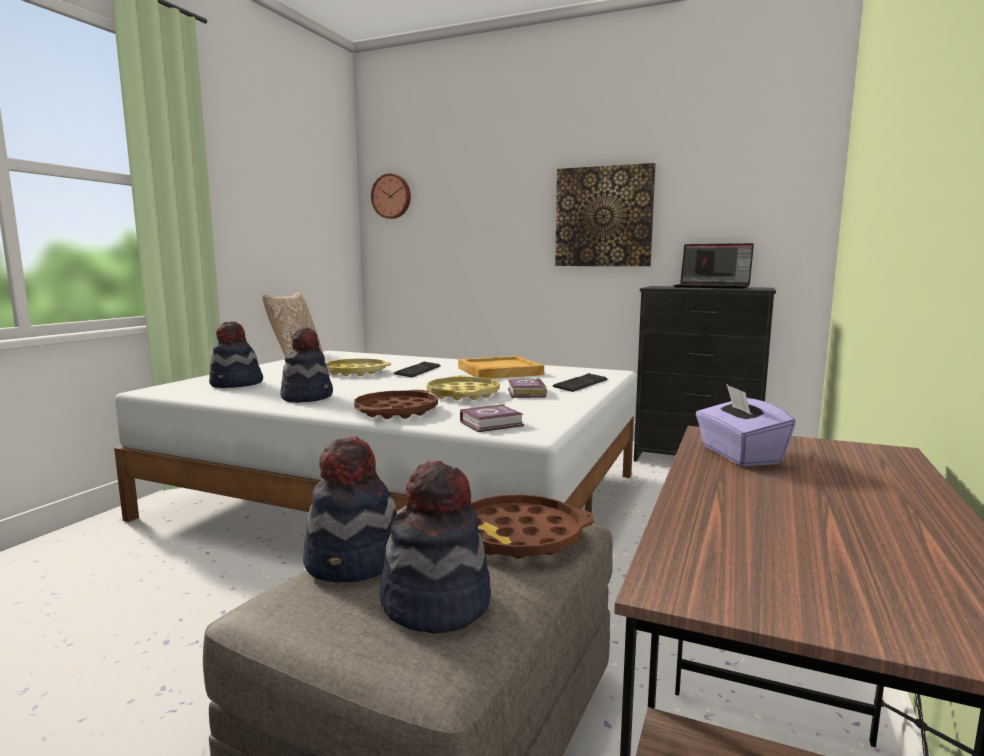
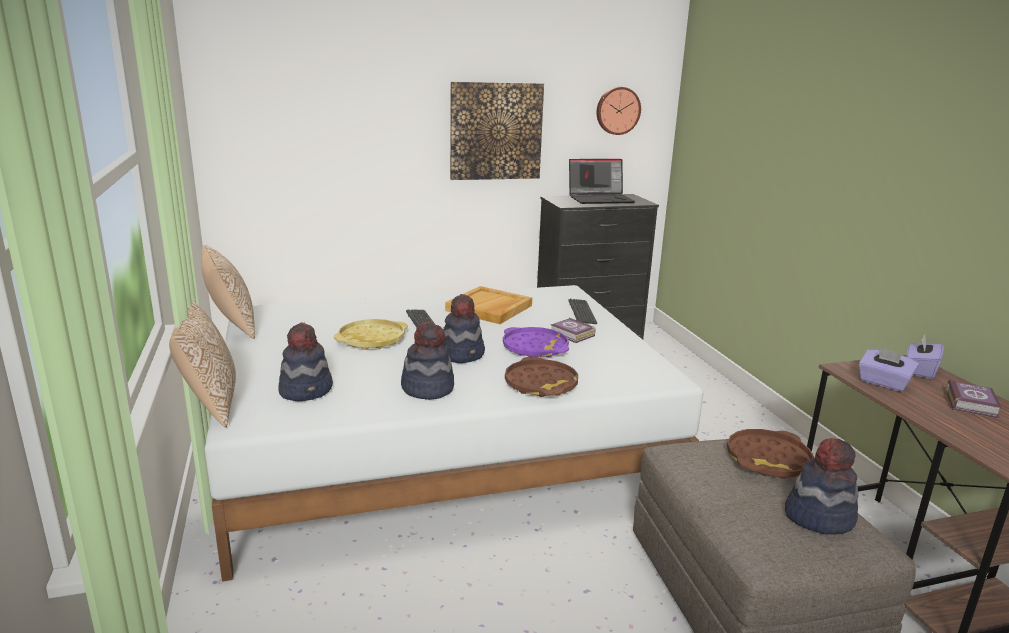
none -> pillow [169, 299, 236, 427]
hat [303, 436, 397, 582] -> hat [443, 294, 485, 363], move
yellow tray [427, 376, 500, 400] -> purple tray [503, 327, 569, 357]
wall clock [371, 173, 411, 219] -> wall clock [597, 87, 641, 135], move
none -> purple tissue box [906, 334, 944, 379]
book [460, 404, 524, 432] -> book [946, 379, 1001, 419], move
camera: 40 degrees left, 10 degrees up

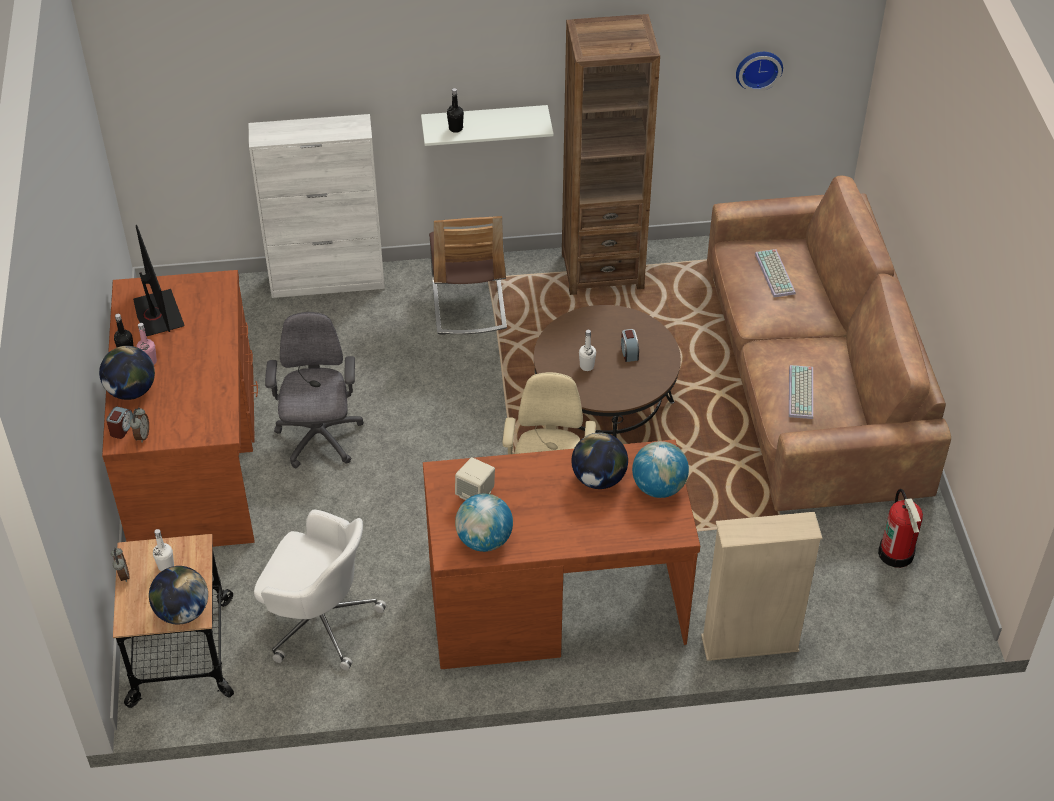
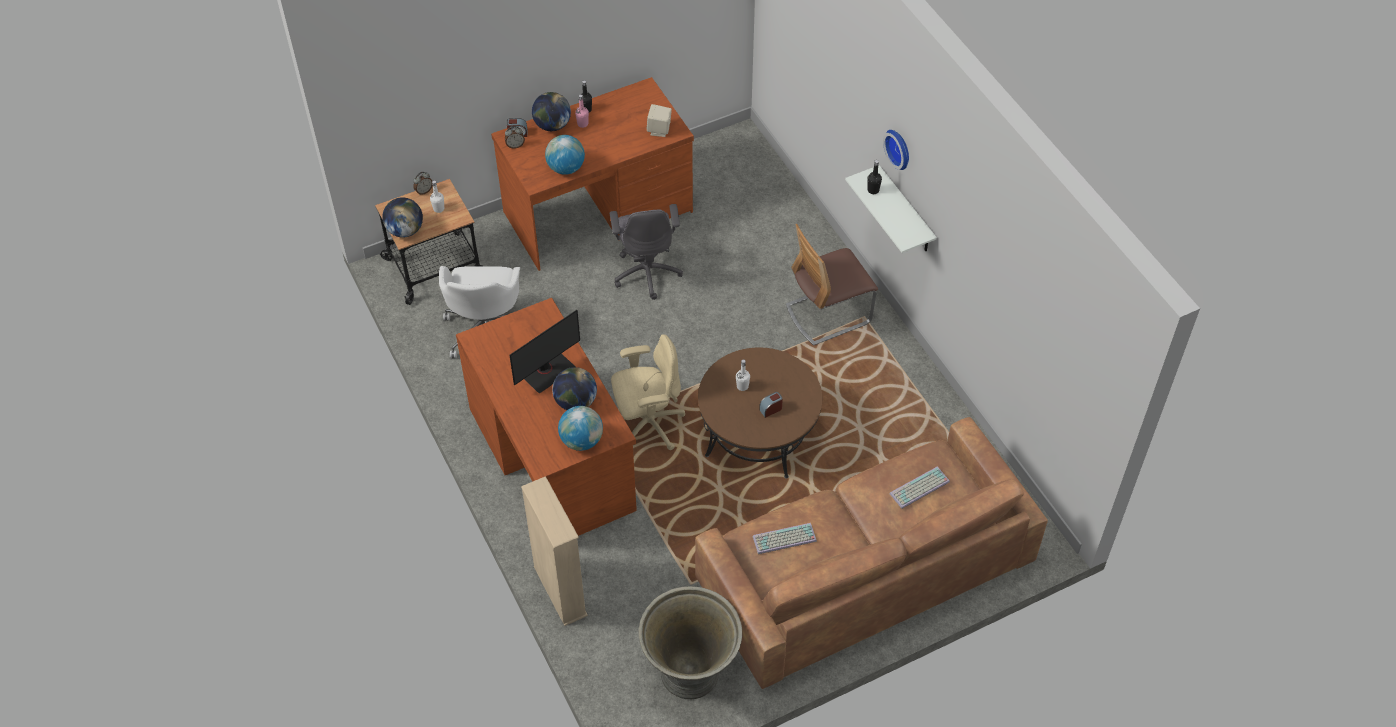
monitor [133, 225, 185, 336] -> monitor [509, 310, 580, 393], move
globe [455, 493, 513, 552] -> globe [545, 135, 585, 175], move
grey office chair [265, 312, 364, 468] -> grey office chair [610, 204, 683, 300], 105 degrees clockwise
fire extinguisher [878, 489, 923, 568] -> grey planter [639, 586, 742, 699]
beige speaker [455, 457, 495, 500] -> beige speaker [647, 104, 672, 137], move
wall clock [736, 52, 783, 92] -> wall clock [883, 130, 909, 170], move
white cabinet [249, 114, 385, 298] -> none
brown bookcase [562, 14, 660, 295] -> none
camera: 70 degrees right, 5 degrees up

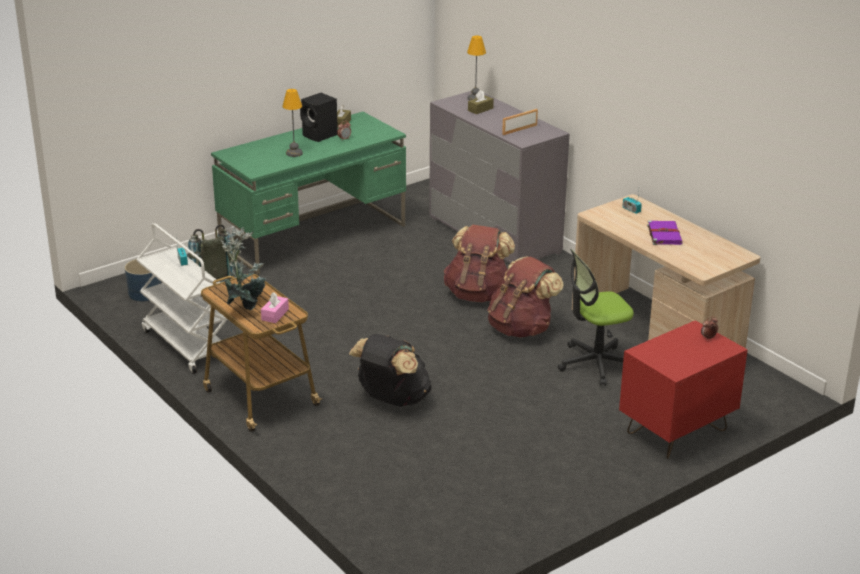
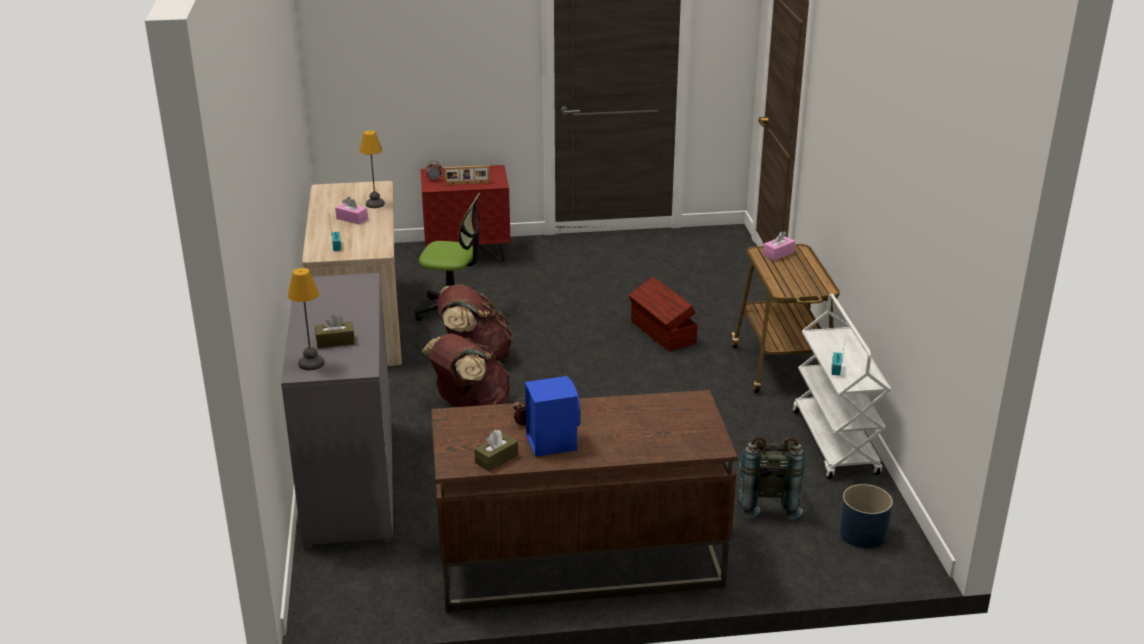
purple book [647, 220, 683, 245] -> pink tissue box [335, 197, 368, 225]
table lamp [282, 89, 303, 157] -> table lamp [360, 130, 385, 208], move
green desk [211, 112, 406, 275] -> brown desk [431, 390, 738, 613]
picture frame [502, 109, 538, 135] -> picture frame [444, 165, 490, 185], move
black speaker [300, 93, 338, 142] -> blue speaker [525, 376, 581, 457]
black backpack [349, 334, 432, 407] -> brown storage box [628, 276, 698, 351]
potted plant [220, 227, 266, 310] -> none
camera: 150 degrees left, 0 degrees up

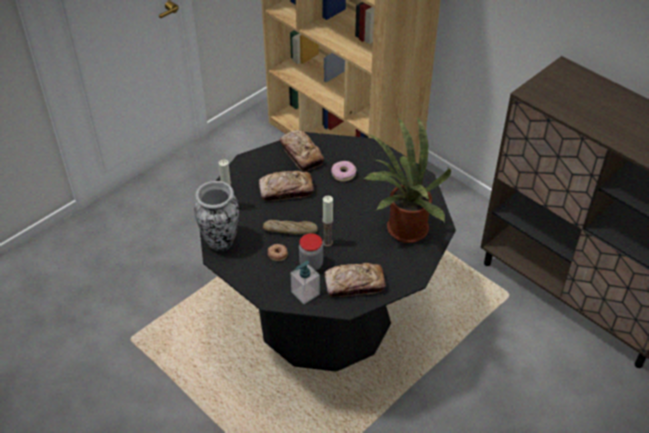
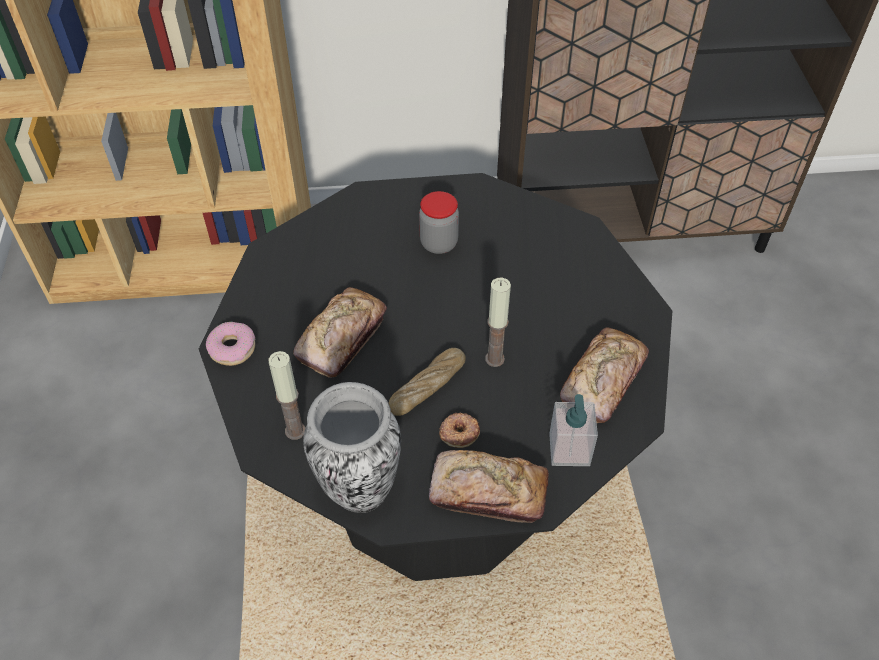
donut [331, 161, 357, 182] -> donut [206, 322, 255, 366], move
jar [299, 233, 323, 271] -> jar [419, 191, 459, 254], move
bread [279, 130, 324, 171] -> bread [429, 450, 549, 523], move
potted plant [364, 115, 451, 243] -> none
camera: 50 degrees left, 5 degrees up

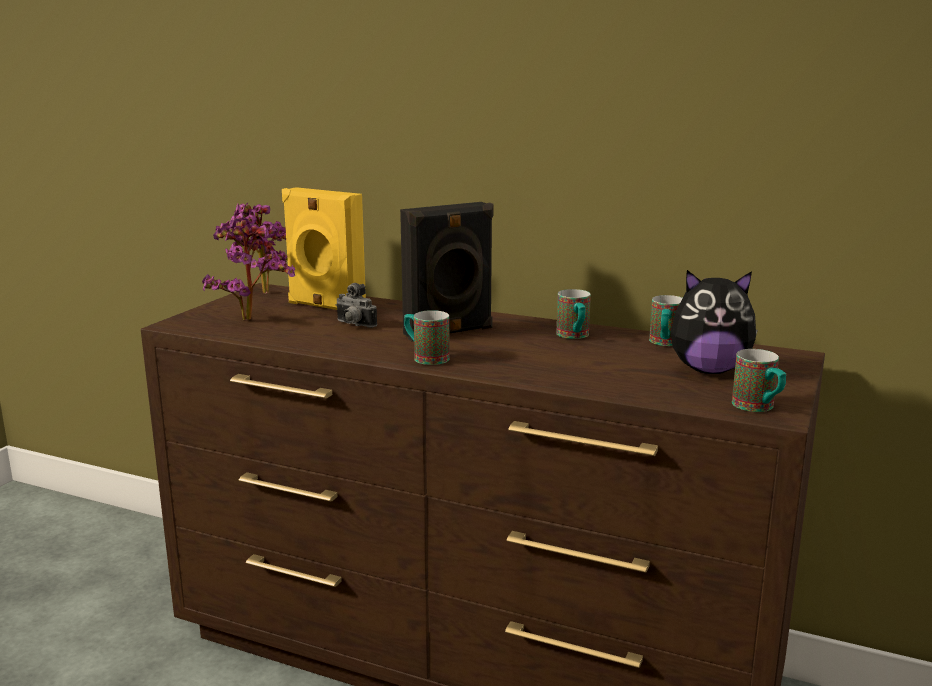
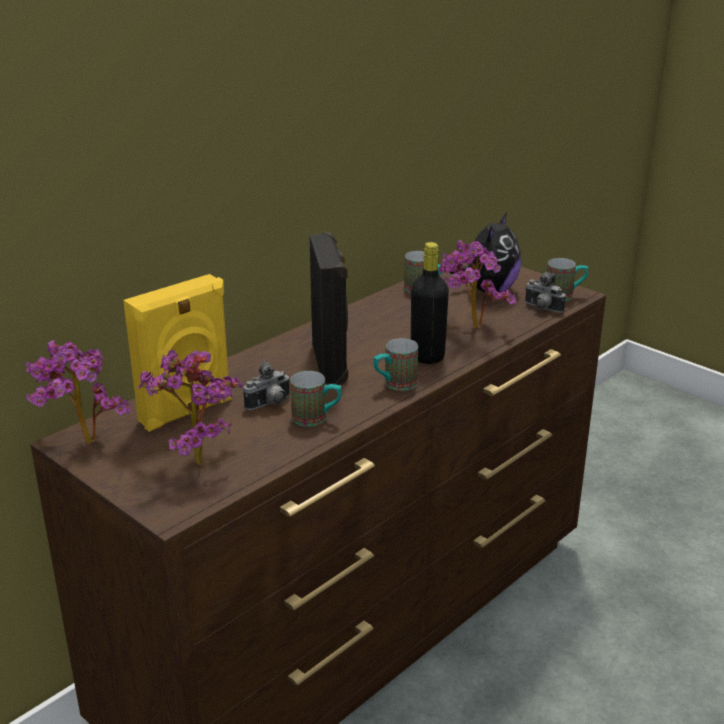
mug [556, 289, 591, 339] -> mug [290, 371, 342, 427], move
none -> black bottle [411, 242, 449, 364]
none -> potted plant [438, 240, 517, 329]
none -> photo camera [525, 272, 566, 313]
camera: 70 degrees left, 10 degrees up

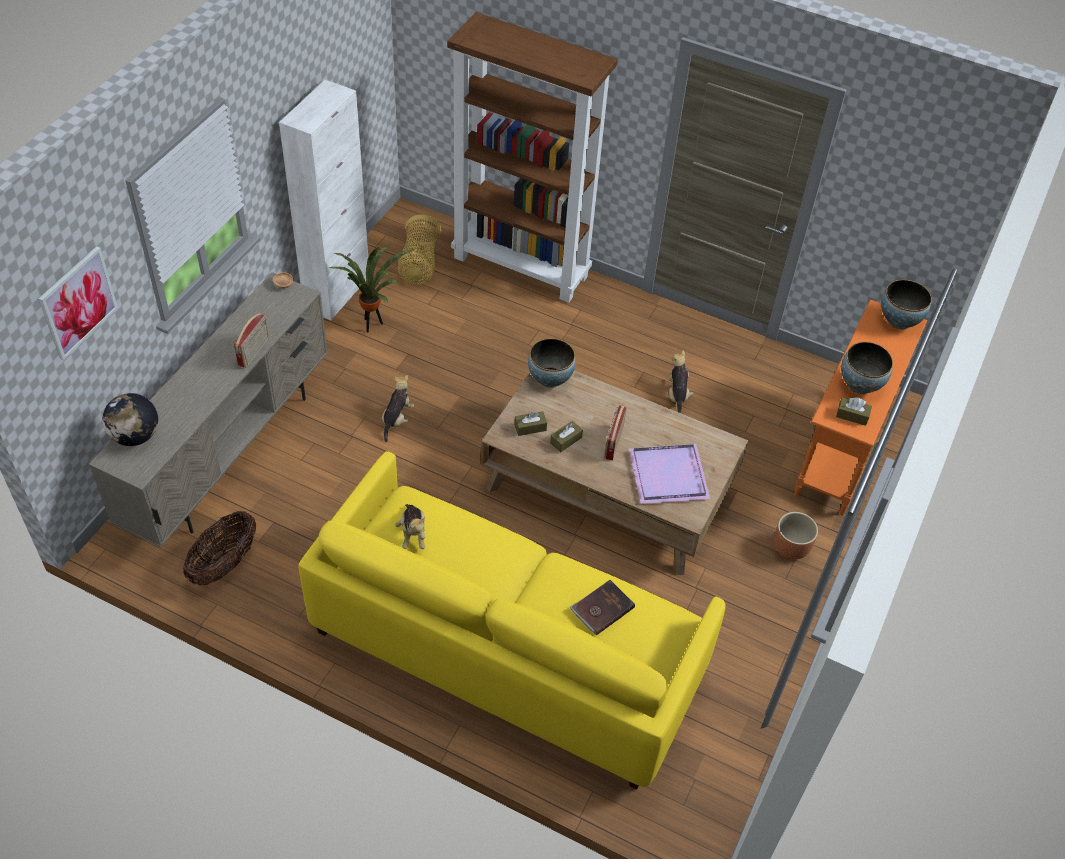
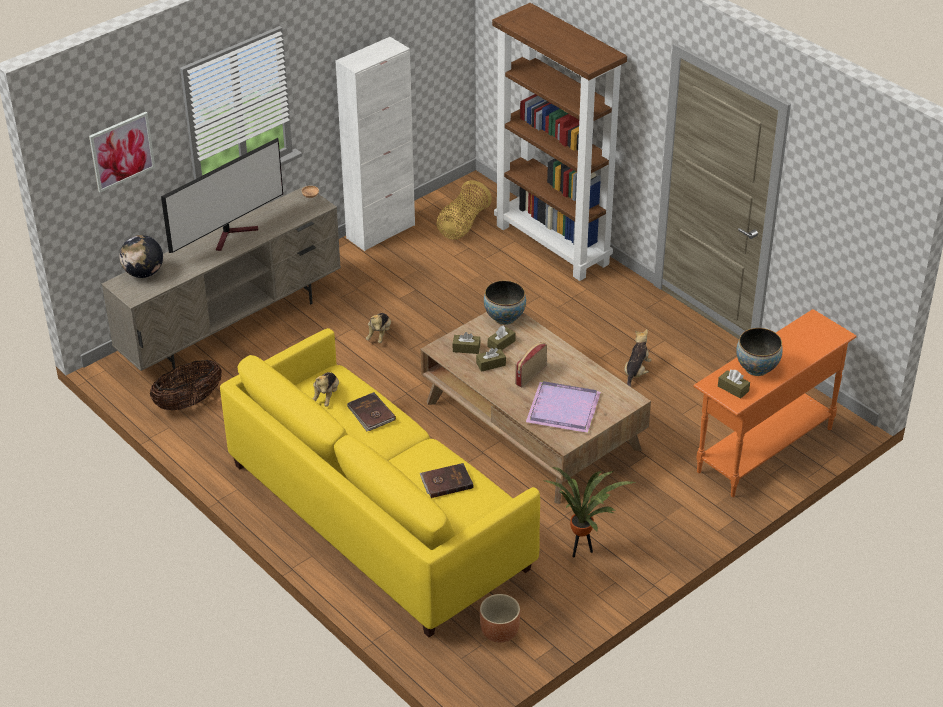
none -> television [161, 138, 283, 253]
none -> brown book [347, 392, 396, 431]
plush toy [382, 375, 414, 442] -> plush toy [366, 313, 391, 343], 150 degrees clockwise
brown planter [774, 512, 818, 560] -> brown planter [480, 594, 520, 642], move
none -> brown tissue box [488, 325, 515, 350]
potted plant [329, 244, 415, 332] -> potted plant [542, 467, 635, 557], move
radio [234, 313, 270, 368] -> none
bowl [881, 280, 932, 329] -> none
camera: 25 degrees right, 10 degrees down

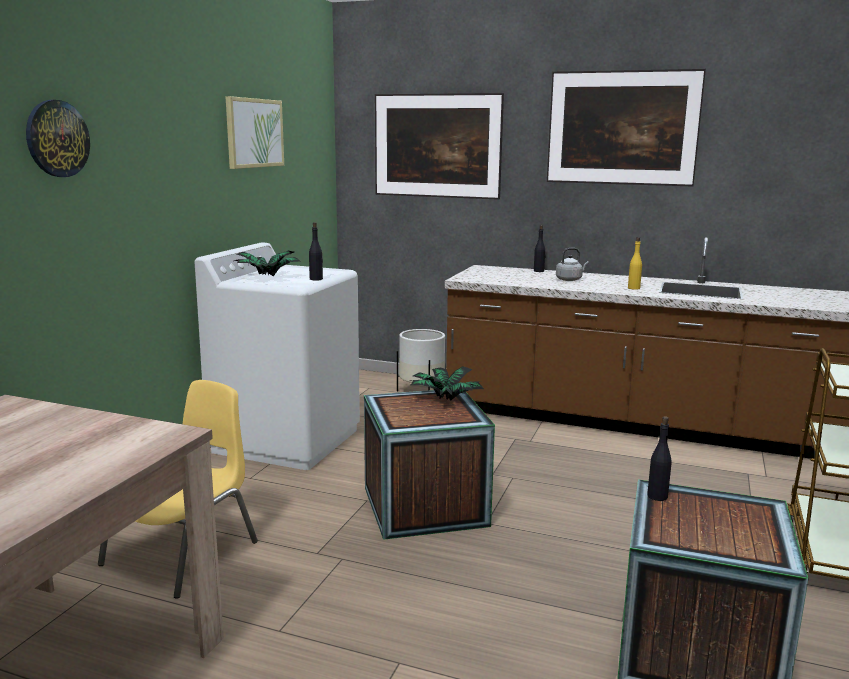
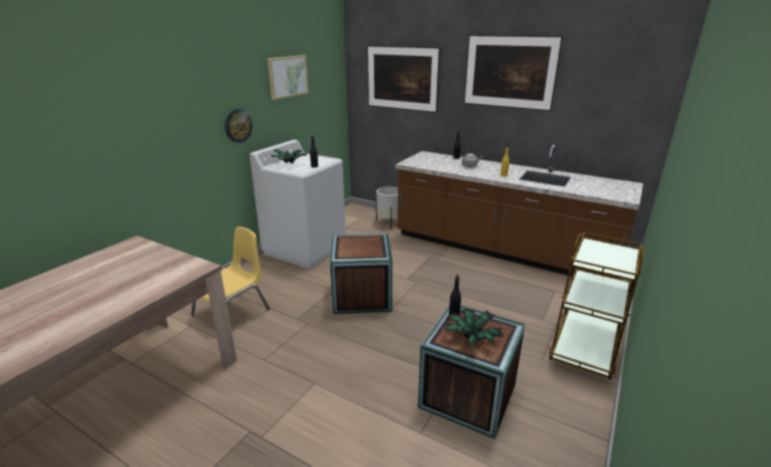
wall clock [26, 100, 90, 177] -> wall clock [225, 109, 252, 143], move
potted plant [410, 366, 484, 400] -> potted plant [443, 309, 504, 348], move
camera: 10 degrees right, 10 degrees up

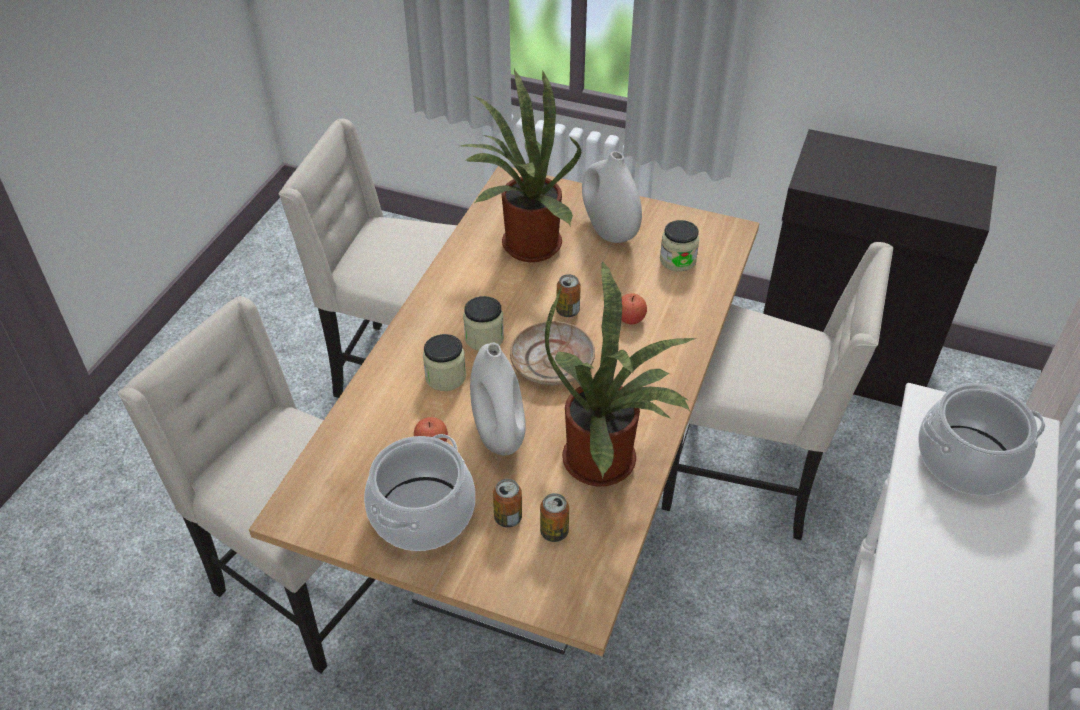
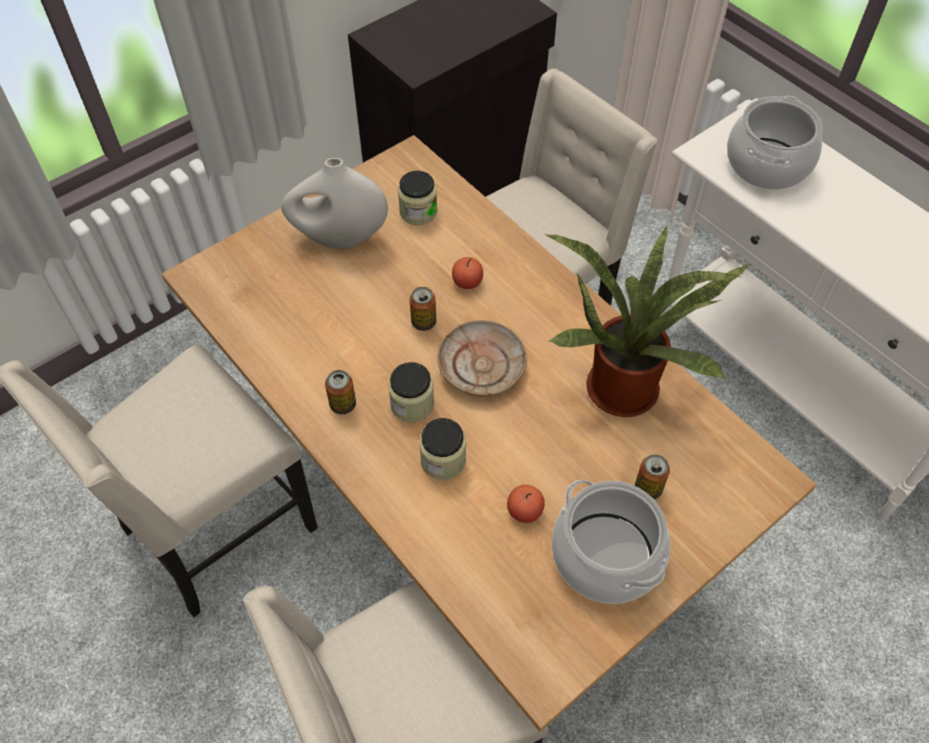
can [540, 493, 569, 542] -> can [325, 370, 356, 414], move
potted plant [460, 67, 581, 262] -> none
white vase [470, 342, 526, 456] -> none
camera: 60 degrees left, 10 degrees up

